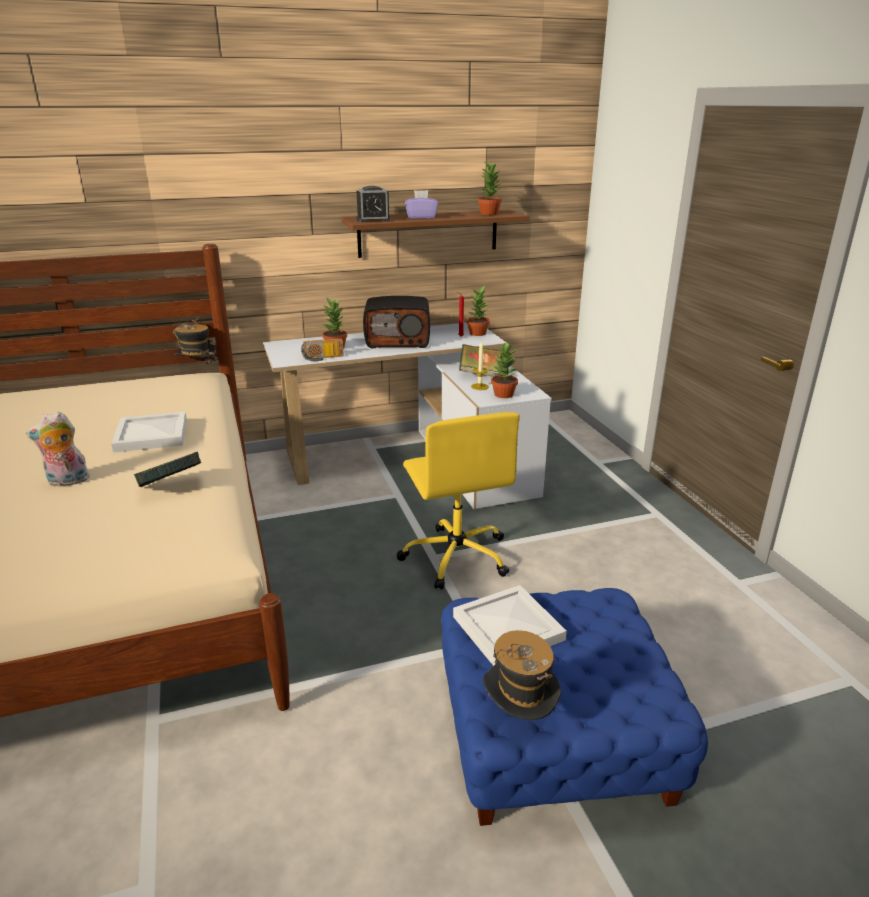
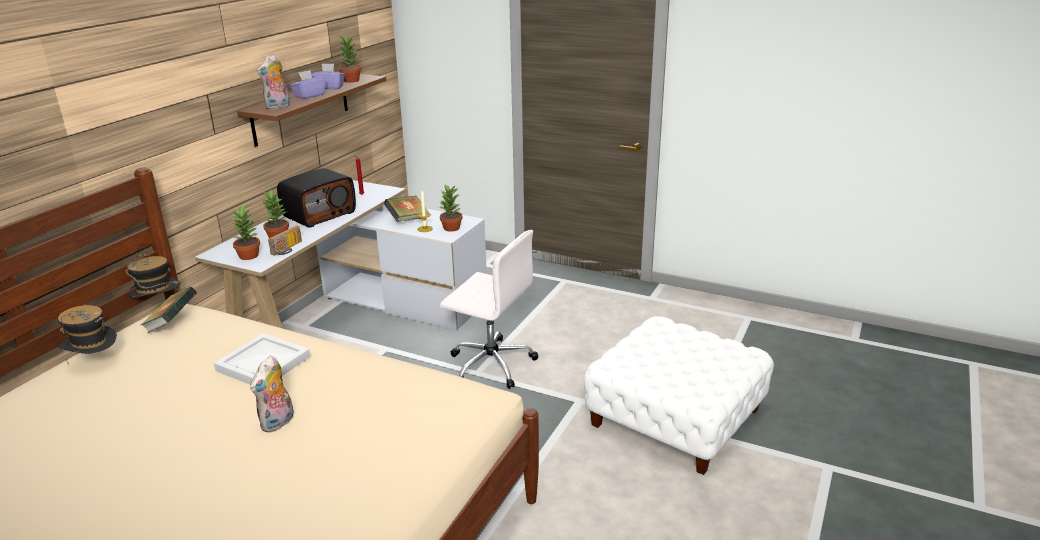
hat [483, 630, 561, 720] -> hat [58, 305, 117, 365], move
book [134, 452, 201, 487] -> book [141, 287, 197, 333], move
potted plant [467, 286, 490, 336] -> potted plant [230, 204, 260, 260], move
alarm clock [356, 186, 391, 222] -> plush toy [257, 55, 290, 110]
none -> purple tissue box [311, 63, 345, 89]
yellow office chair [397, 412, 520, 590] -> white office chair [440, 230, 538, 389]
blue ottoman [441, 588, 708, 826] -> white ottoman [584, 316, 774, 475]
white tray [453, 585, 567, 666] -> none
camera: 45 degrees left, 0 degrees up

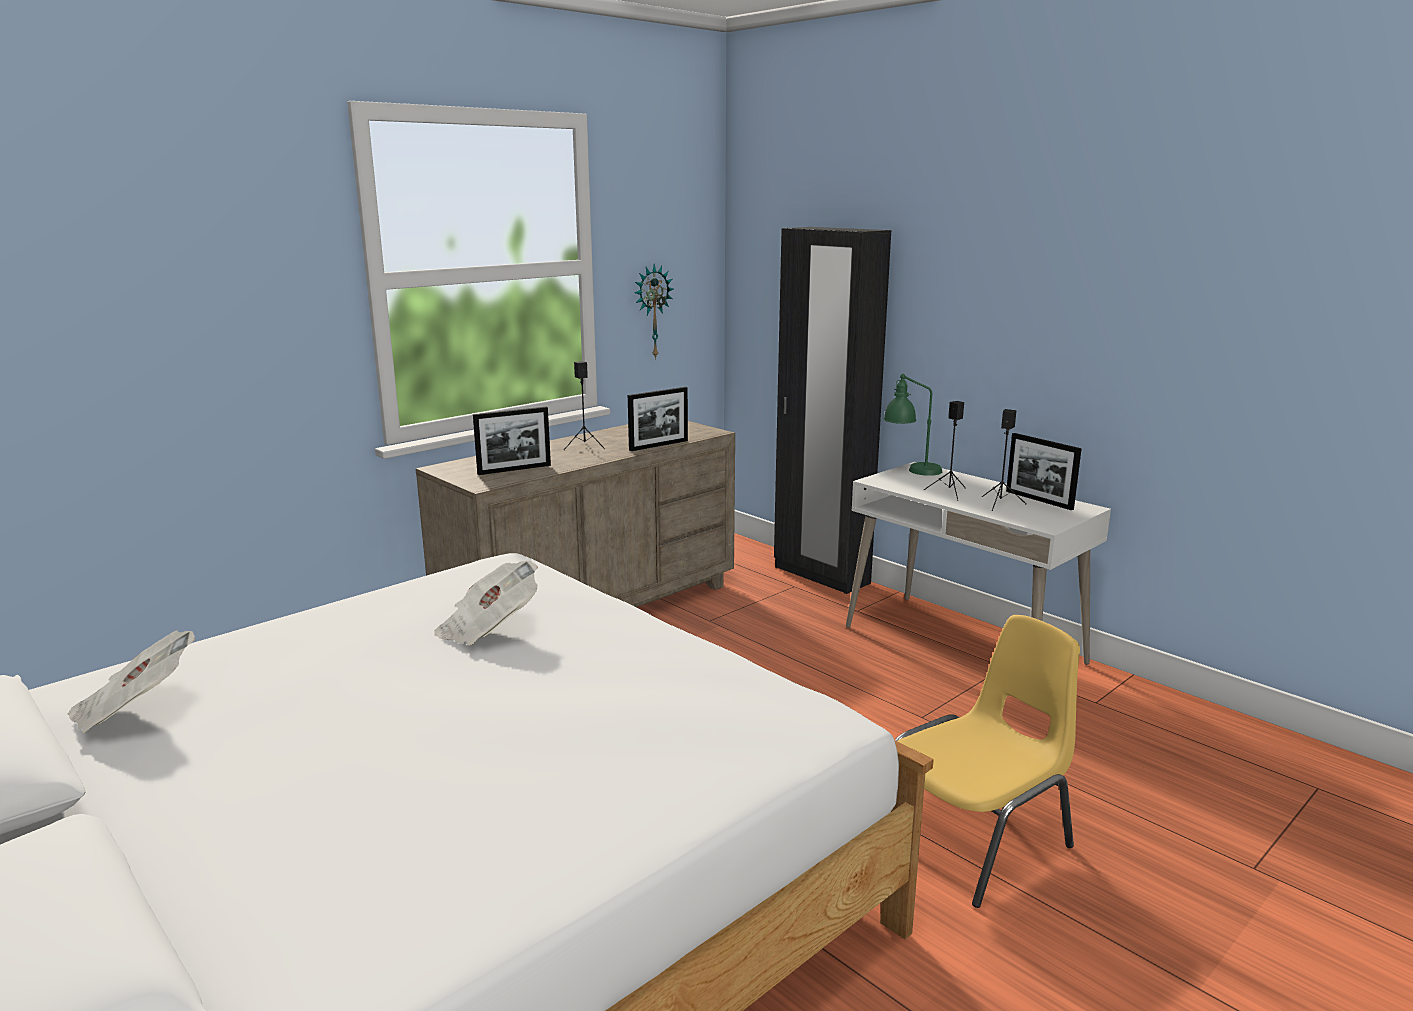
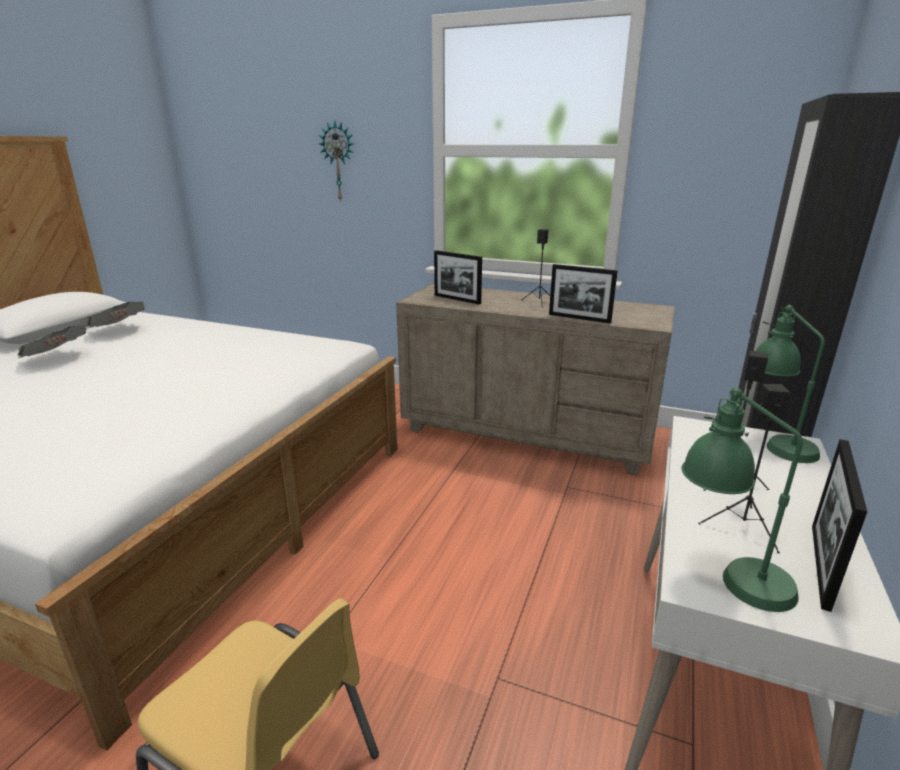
newspaper [434, 561, 538, 645] -> newspaper [18, 325, 87, 358], move
wall clock [634, 264, 673, 359] -> wall clock [319, 120, 354, 202], move
none -> green table lamp [681, 387, 803, 612]
camera: 65 degrees right, 5 degrees up

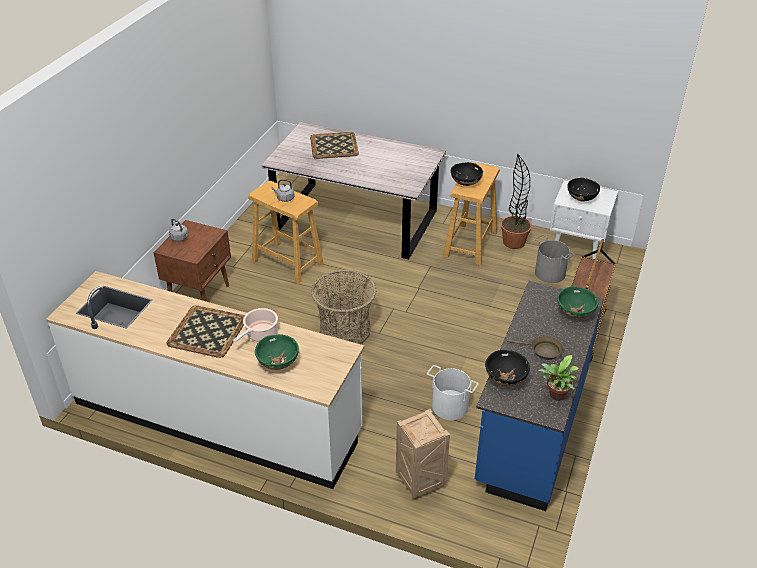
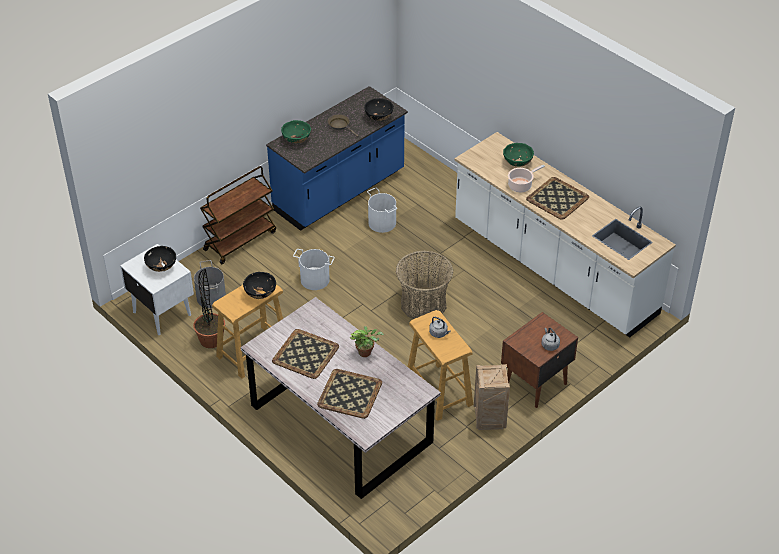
none -> tray [272, 329, 339, 379]
none -> white bucket [293, 249, 335, 290]
potted plant [538, 355, 579, 401] -> potted plant [350, 326, 384, 357], move
crate [396, 409, 450, 500] -> crate [474, 364, 510, 430], move
camera: 155 degrees left, 5 degrees up

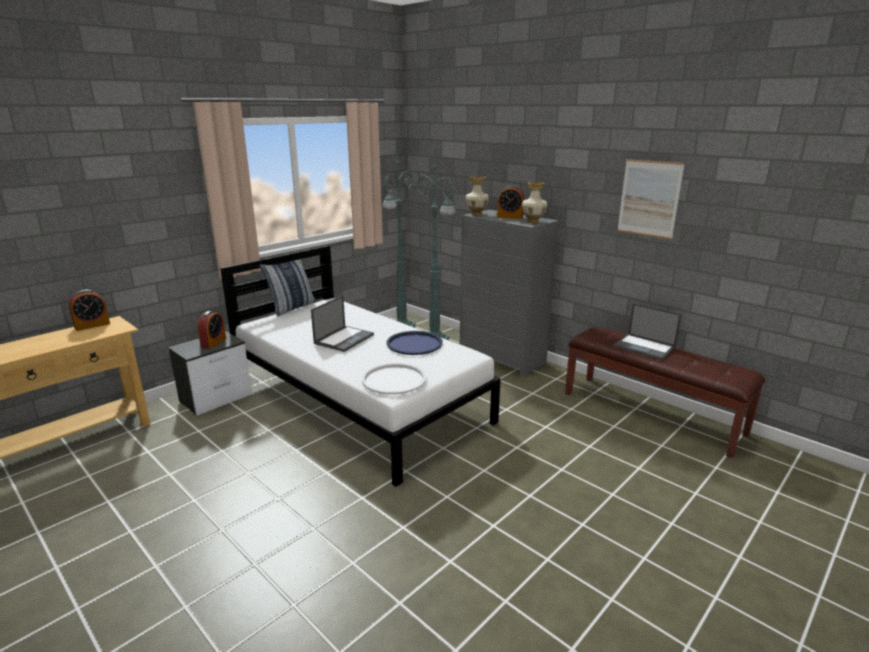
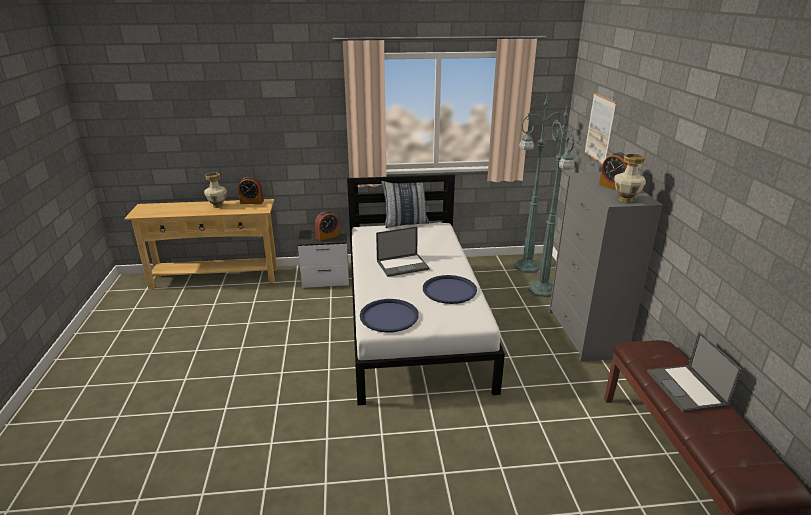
vase [465, 176, 489, 215] -> vase [204, 173, 227, 208], move
white tray [362, 363, 427, 394] -> blue tray [360, 299, 419, 333]
picture [617, 159, 685, 239] -> picture [585, 93, 616, 165], move
camera: 40 degrees right, 5 degrees up

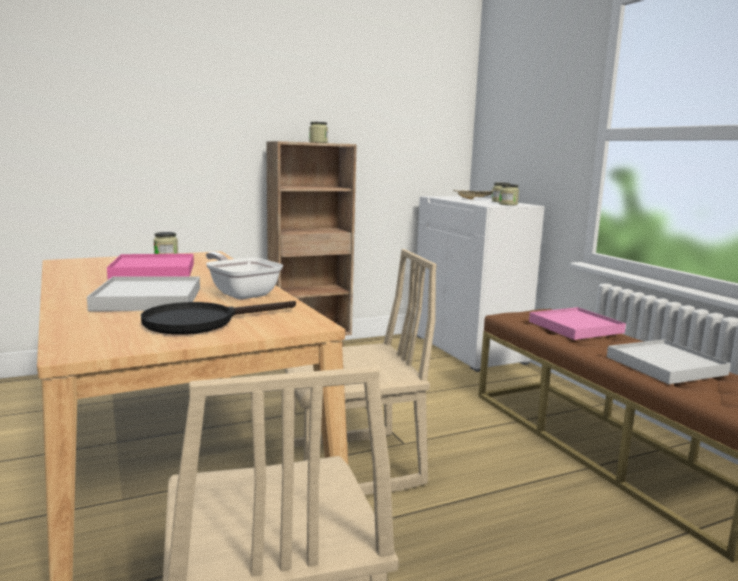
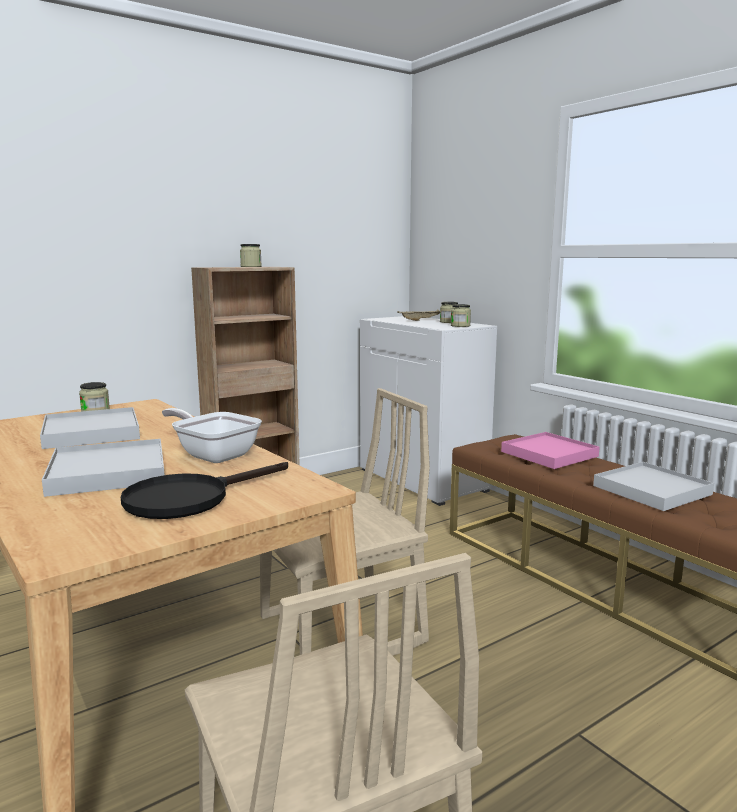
pink tray [107, 254, 194, 280] -> white tray [40, 407, 140, 449]
camera: 10 degrees left, 0 degrees up

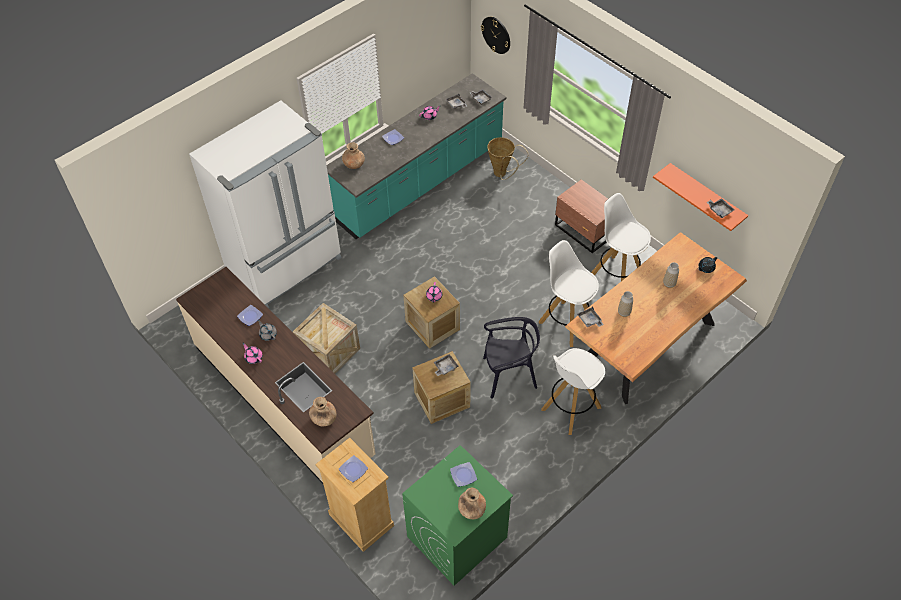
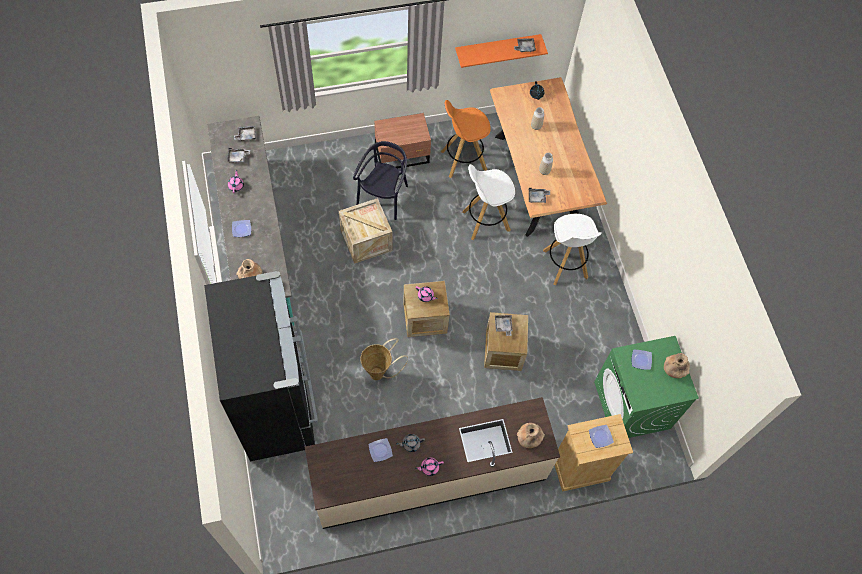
white fridge [189, 100, 342, 308] -> black fridge [204, 271, 318, 461]
crate [293, 303, 360, 374] -> crate [339, 198, 392, 264], move
black chair [483, 317, 540, 399] -> black chair [353, 141, 408, 220], move
basket [487, 137, 528, 180] -> basket [360, 338, 408, 380], move
white stool [591, 193, 651, 281] -> orange stool [441, 100, 491, 178]
wall clock [481, 17, 510, 54] -> none
camera: 65 degrees left, 10 degrees up

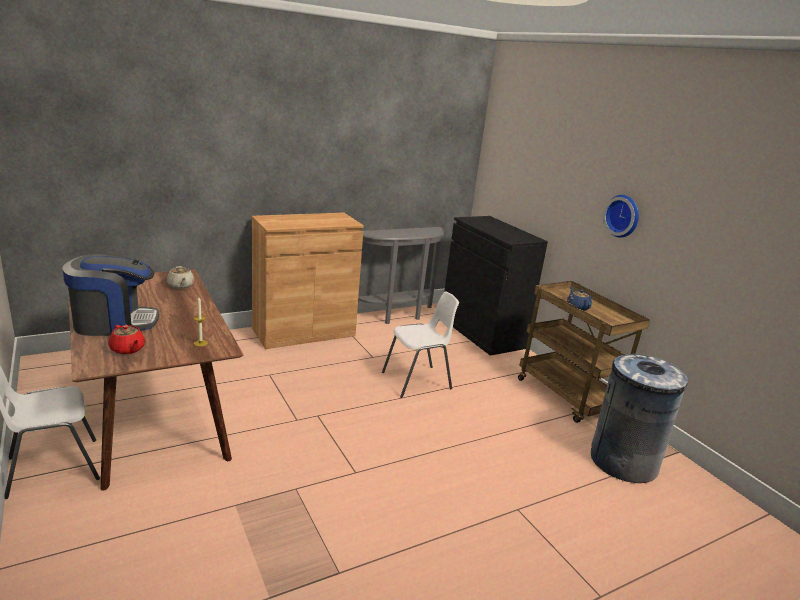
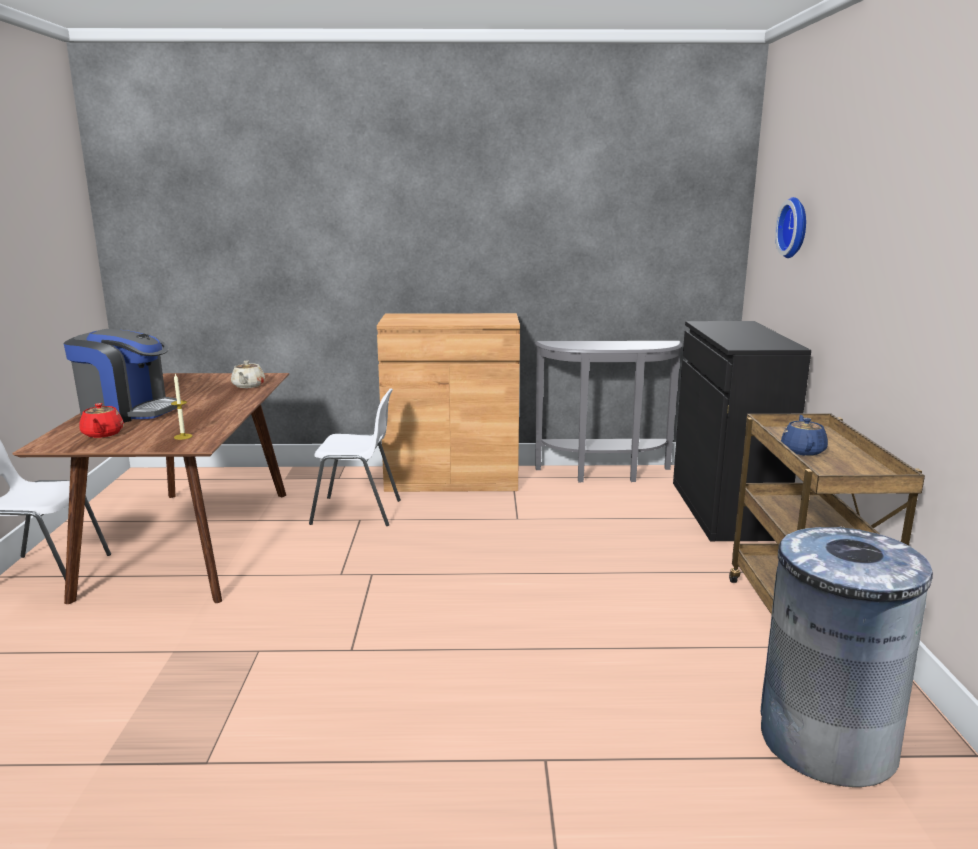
white chair [382, 291, 459, 398] -> white chair [309, 388, 401, 526], move
wall clock [603, 195, 639, 238] -> wall clock [775, 197, 806, 258], move
camera: 30 degrees right, 5 degrees down

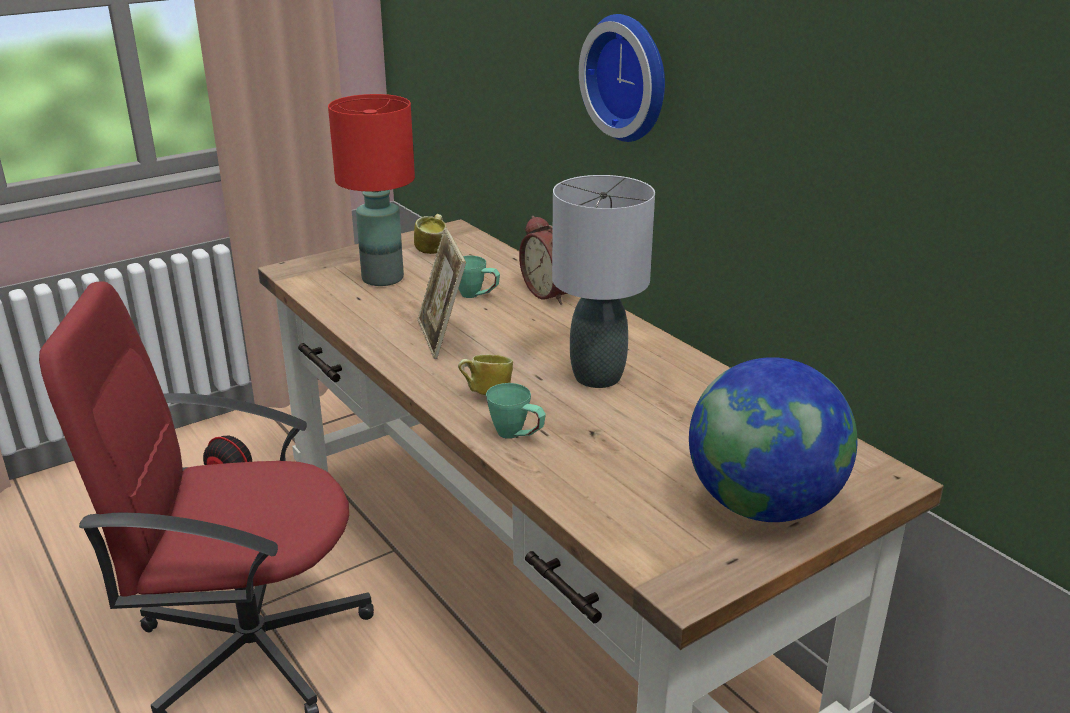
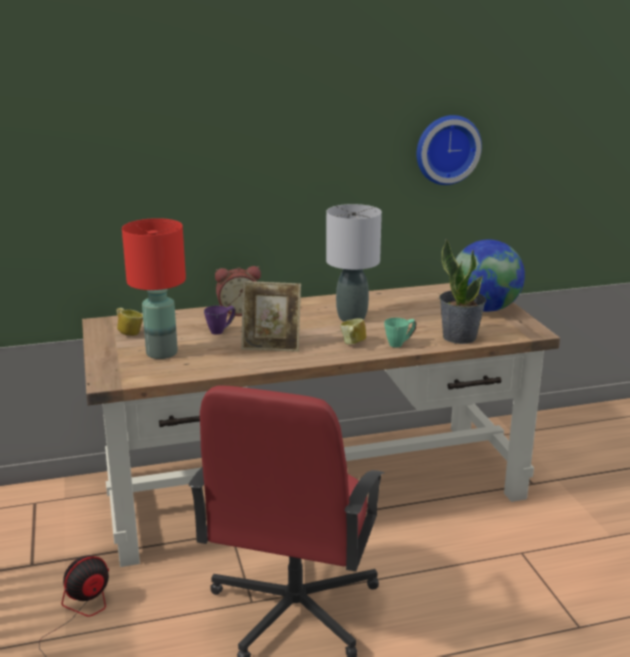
green mug [458, 256, 500, 298] -> purple mug [204, 306, 236, 335]
wall clock [579, 14, 665, 142] -> wall clock [417, 115, 482, 185], move
none -> potted plant [439, 239, 486, 344]
camera: 70 degrees left, 5 degrees down

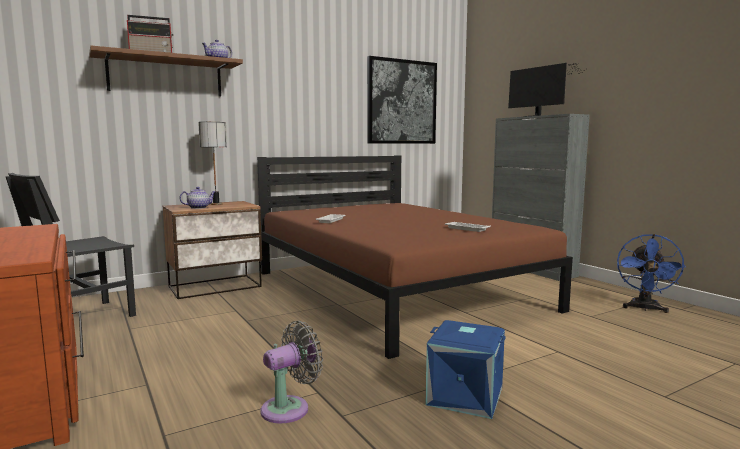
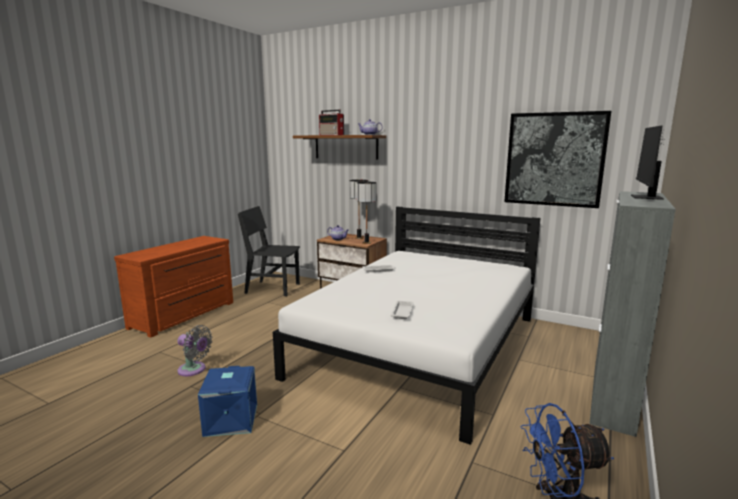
brown bed [257, 155, 573, 359] -> white bed [273, 206, 541, 445]
none -> table lamp [357, 182, 377, 244]
camera: 60 degrees right, 5 degrees up

